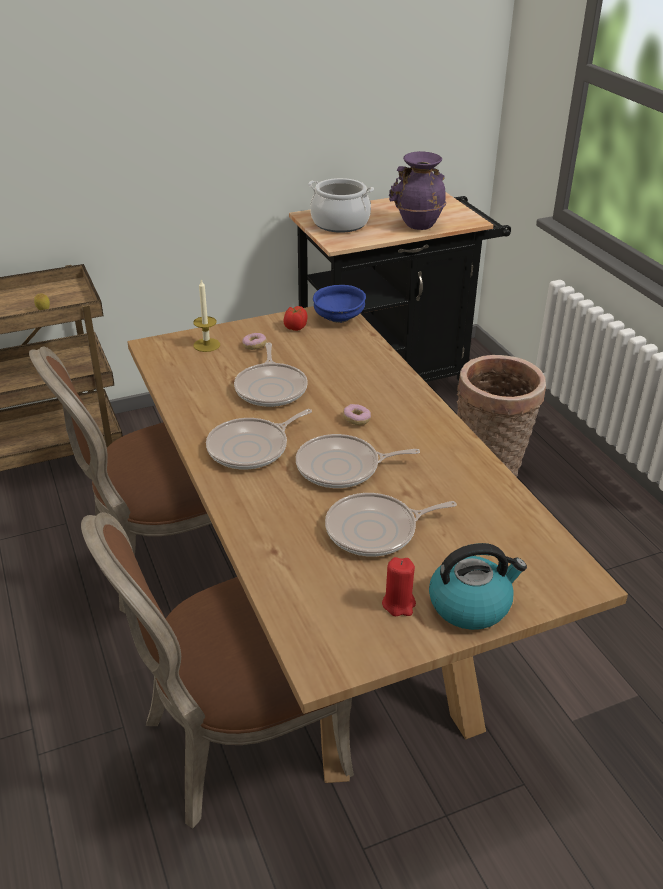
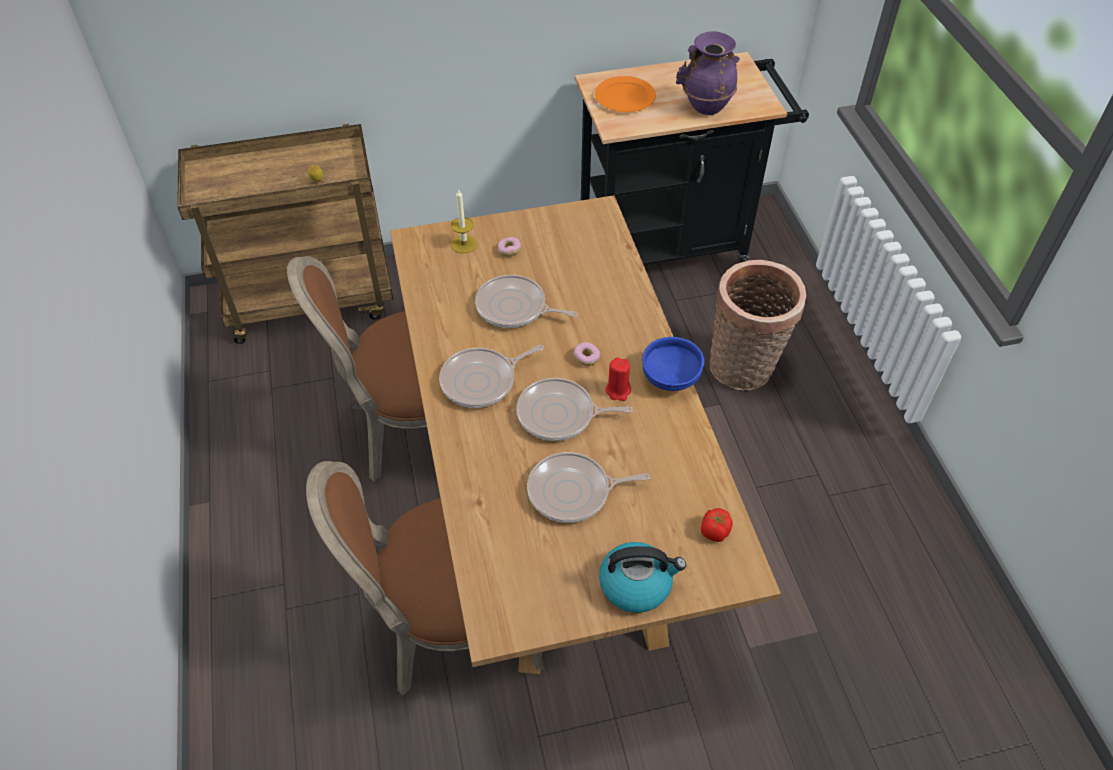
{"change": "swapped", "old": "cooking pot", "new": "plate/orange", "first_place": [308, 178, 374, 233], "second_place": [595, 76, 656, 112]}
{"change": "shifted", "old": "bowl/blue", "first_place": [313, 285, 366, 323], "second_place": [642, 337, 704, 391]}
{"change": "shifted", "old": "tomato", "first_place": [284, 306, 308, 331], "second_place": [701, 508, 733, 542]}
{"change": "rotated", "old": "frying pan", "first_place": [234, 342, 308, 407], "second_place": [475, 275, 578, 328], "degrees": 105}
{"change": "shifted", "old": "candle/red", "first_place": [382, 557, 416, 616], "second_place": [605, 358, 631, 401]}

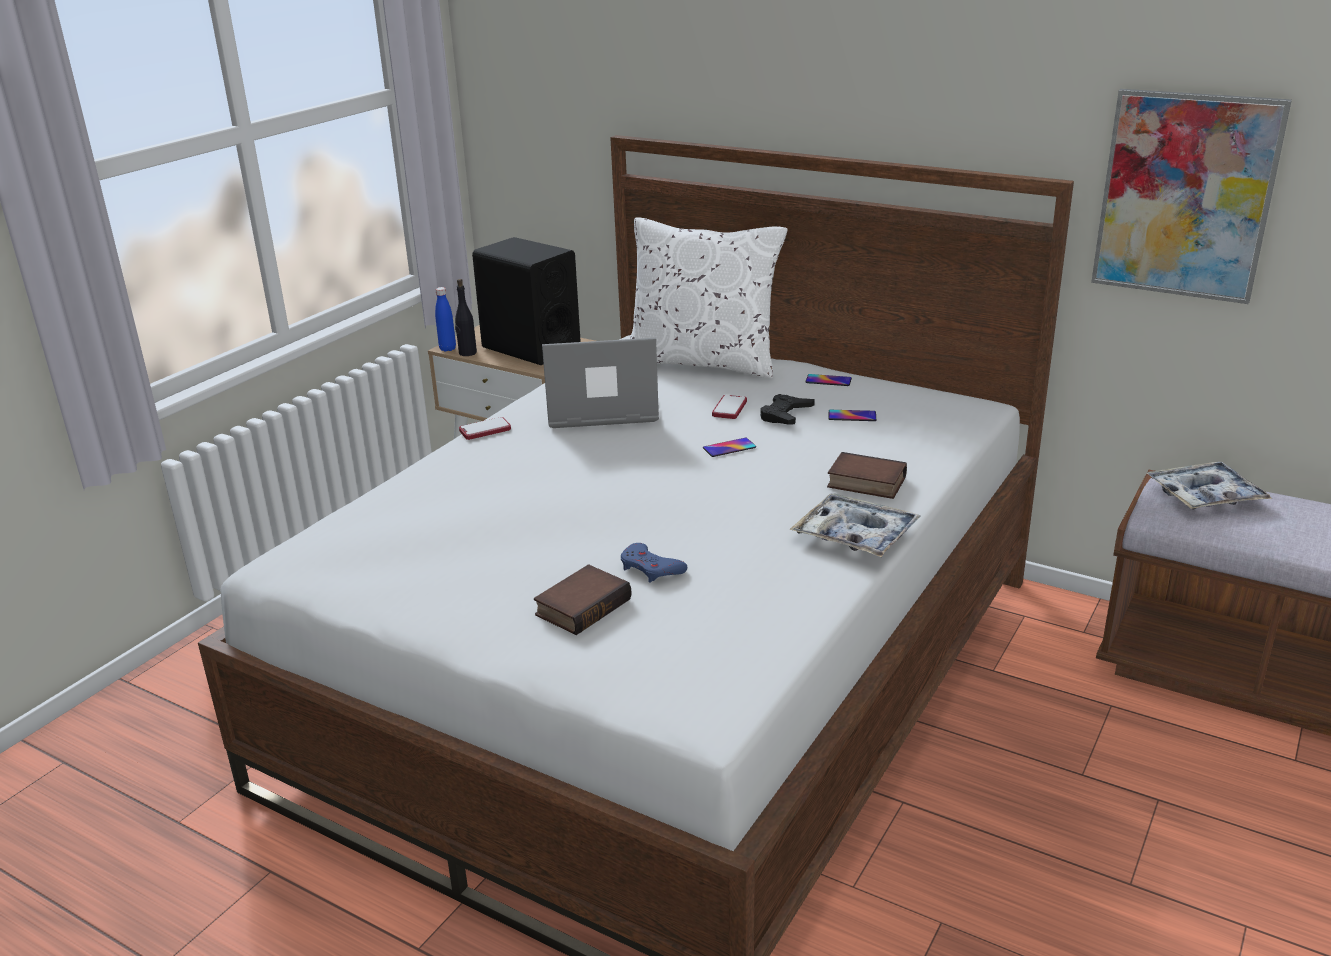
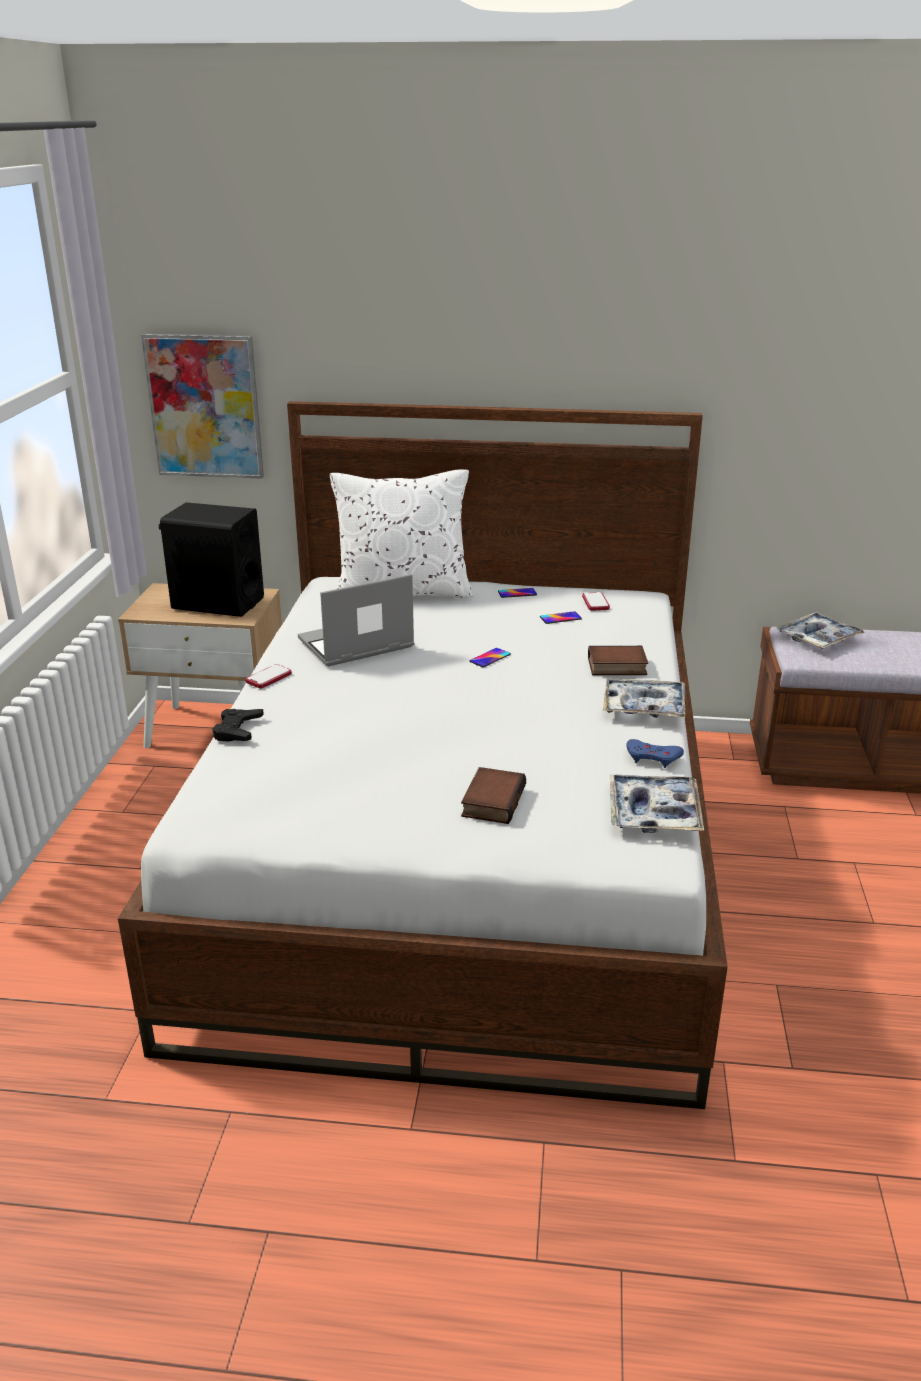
{"change": "shifted", "old": "picture", "first_place": [1091, 89, 1292, 304], "second_place": [141, 334, 264, 479]}
{"change": "gone", "old": "bottle/black", "first_place": [455, 279, 477, 356]}
{"change": "gone", "old": "bottle/blue", "first_place": [435, 287, 456, 352]}
{"change": "shifted", "old": "game controller/black", "first_place": [760, 394, 815, 425], "second_place": [212, 709, 264, 741]}
{"change": "shifted", "old": "phone", "first_place": [712, 395, 747, 419], "second_place": [582, 592, 610, 611]}
{"change": "shifted", "old": "game controller/blue", "first_place": [621, 543, 687, 583], "second_place": [626, 739, 684, 768]}
{"change": "new", "new": "tray", "second_place": [610, 774, 704, 833]}

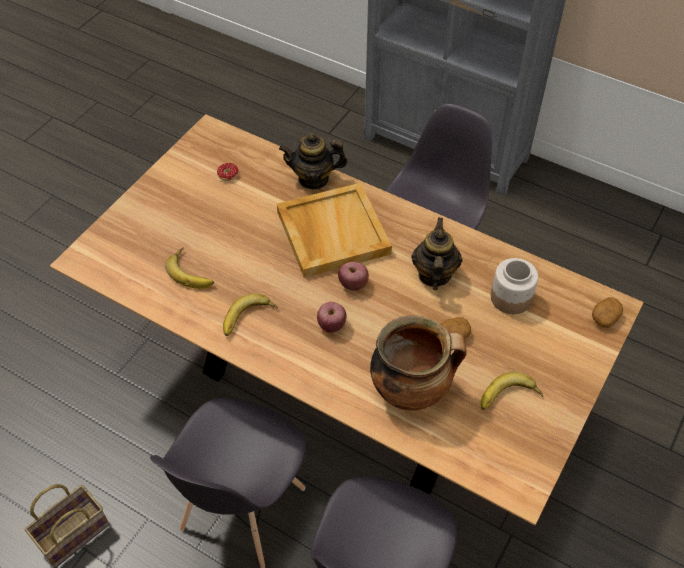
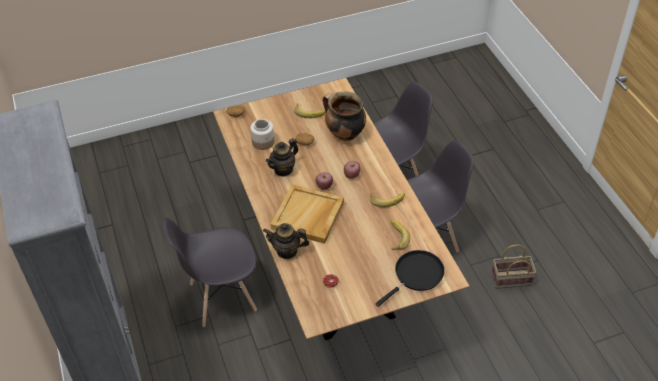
{"change": "rotated", "old": "teapot", "first_place": [279, 133, 347, 190], "second_place": [263, 223, 310, 259], "degrees": 150}
{"change": "new", "new": "frying pan/black", "second_place": [375, 250, 445, 307]}

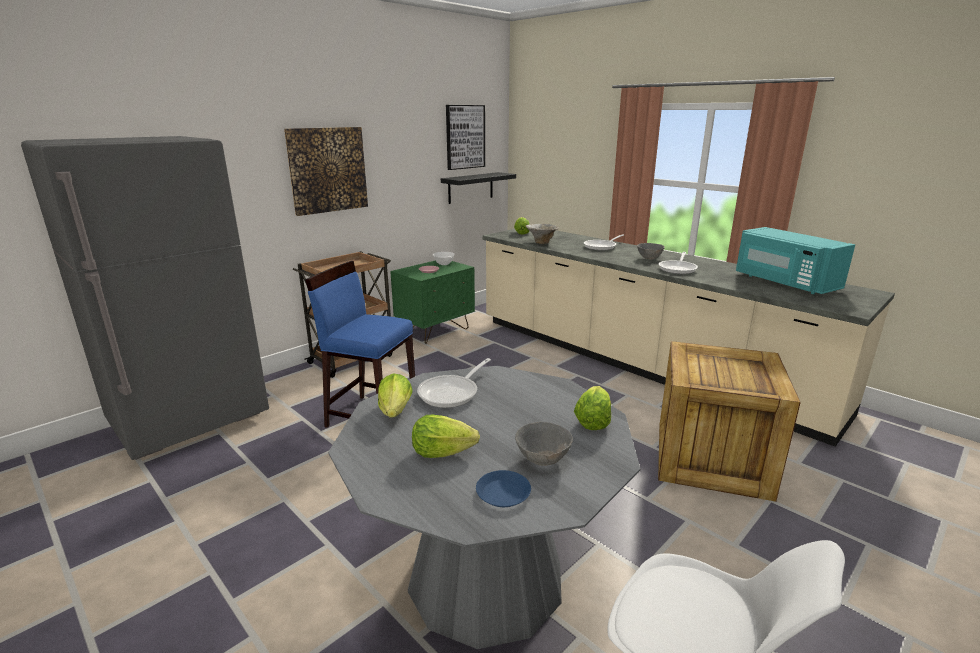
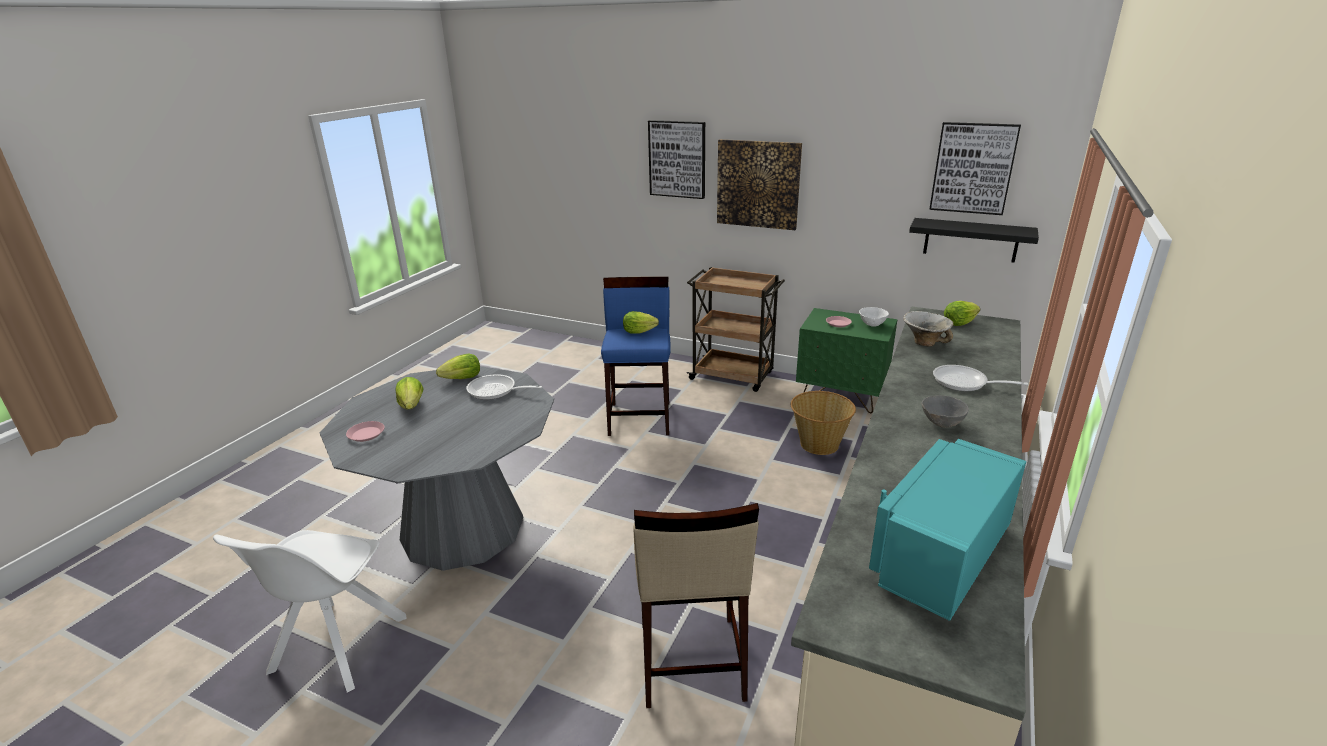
{"change": "gone", "old": "fridge/grey", "first_place": [21, 136, 269, 460]}
{"change": "gone", "old": "frying pan", "first_place": [659, 252, 698, 274]}
{"change": "swapped", "old": "crate", "new": "stool/beige", "first_place": [658, 341, 801, 502], "second_place": [633, 503, 759, 708]}
{"change": "shifted", "old": "lettuce", "first_place": [574, 386, 611, 430], "second_place": [623, 311, 659, 334]}
{"change": "gone", "old": "bowl/grey", "first_place": [515, 422, 573, 466]}
{"change": "repainted", "old": "plate/blue", "new": "plate/pink", "first_place": [476, 470, 531, 507], "second_place": [346, 421, 385, 442]}
{"change": "new", "new": "picture", "second_place": [648, 120, 705, 199]}
{"change": "new", "new": "basket", "second_place": [791, 391, 856, 455]}

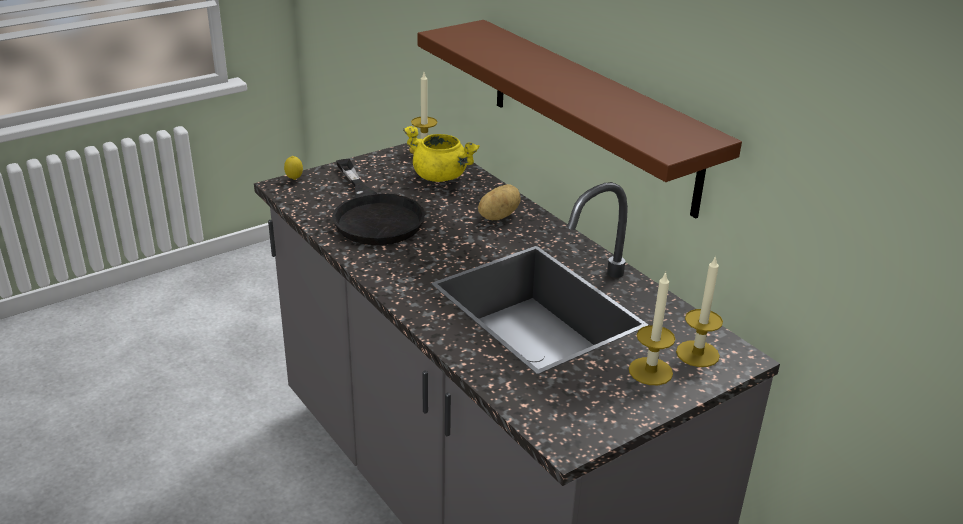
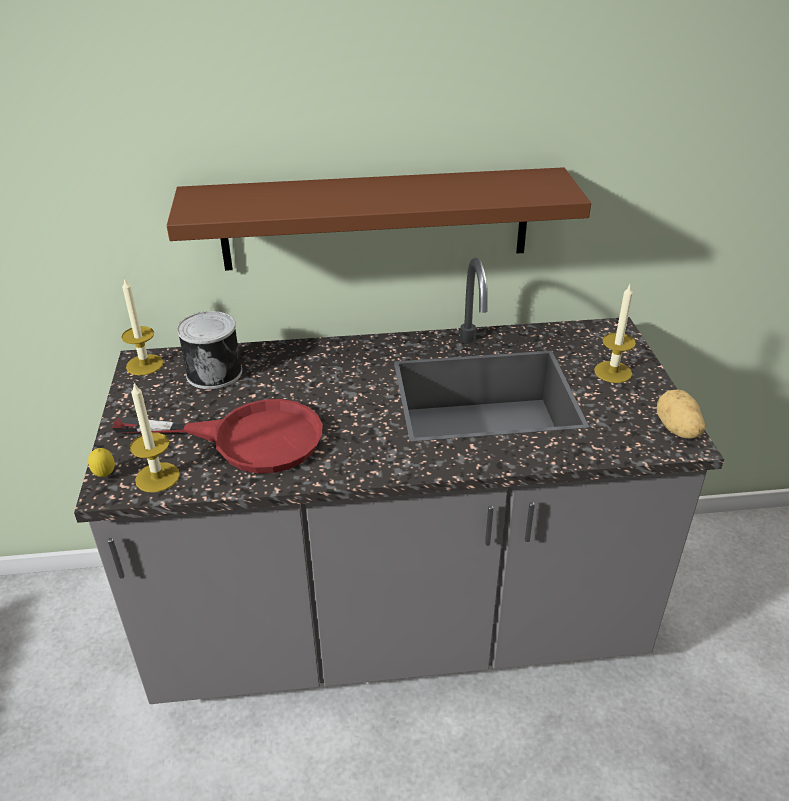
{"change": "swapped", "old": "cooking pot/yellow", "new": "can", "first_place": [403, 126, 480, 182], "second_place": [177, 311, 242, 389]}
{"change": "repainted", "old": "frying pan/black", "new": "frying pan/red", "first_place": [332, 159, 425, 245], "second_place": [112, 399, 323, 473]}
{"change": "shifted", "old": "potato", "first_place": [478, 184, 521, 220], "second_place": [657, 389, 705, 439]}
{"change": "shifted", "old": "candle", "first_place": [676, 255, 723, 367], "second_place": [130, 383, 180, 493]}

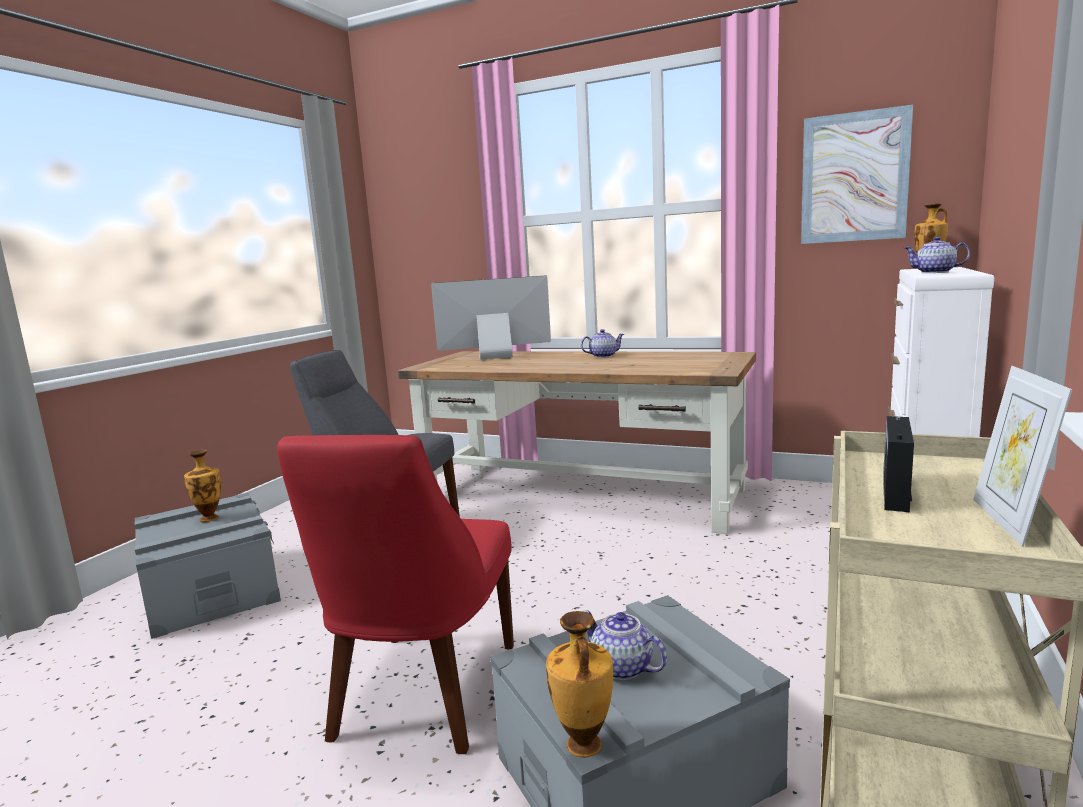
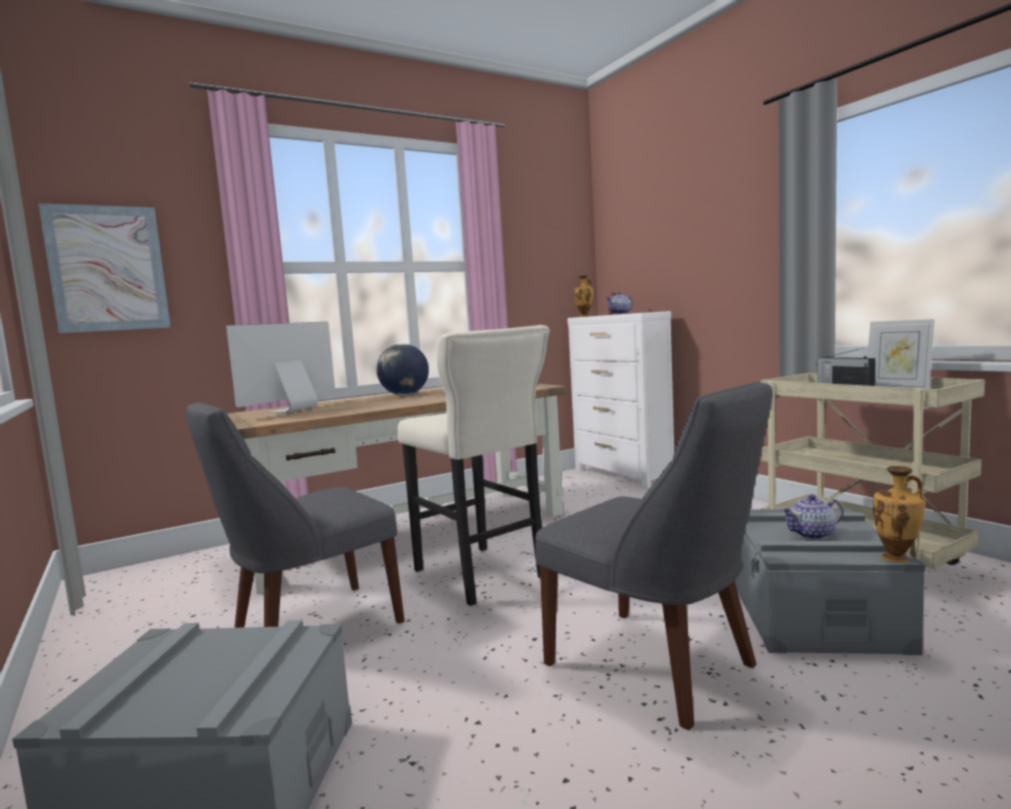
{"change": "shifted", "old": "picture", "first_place": [801, 105, 913, 244], "second_place": [38, 203, 170, 333]}
{"change": "swapped", "old": "teapot", "new": "globe", "first_place": [581, 329, 624, 358], "second_place": [376, 344, 429, 396]}
{"change": "repainted", "old": "chair/red", "new": "chair/grey", "first_place": [277, 435, 514, 754], "second_place": [535, 382, 772, 730]}
{"change": "gone", "old": "vase", "first_place": [184, 450, 221, 522]}
{"change": "new", "new": "stool/beige", "second_place": [398, 325, 550, 606]}

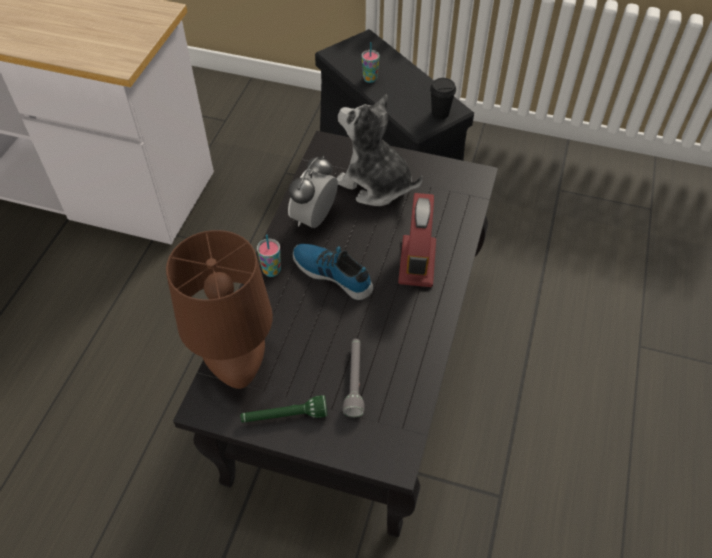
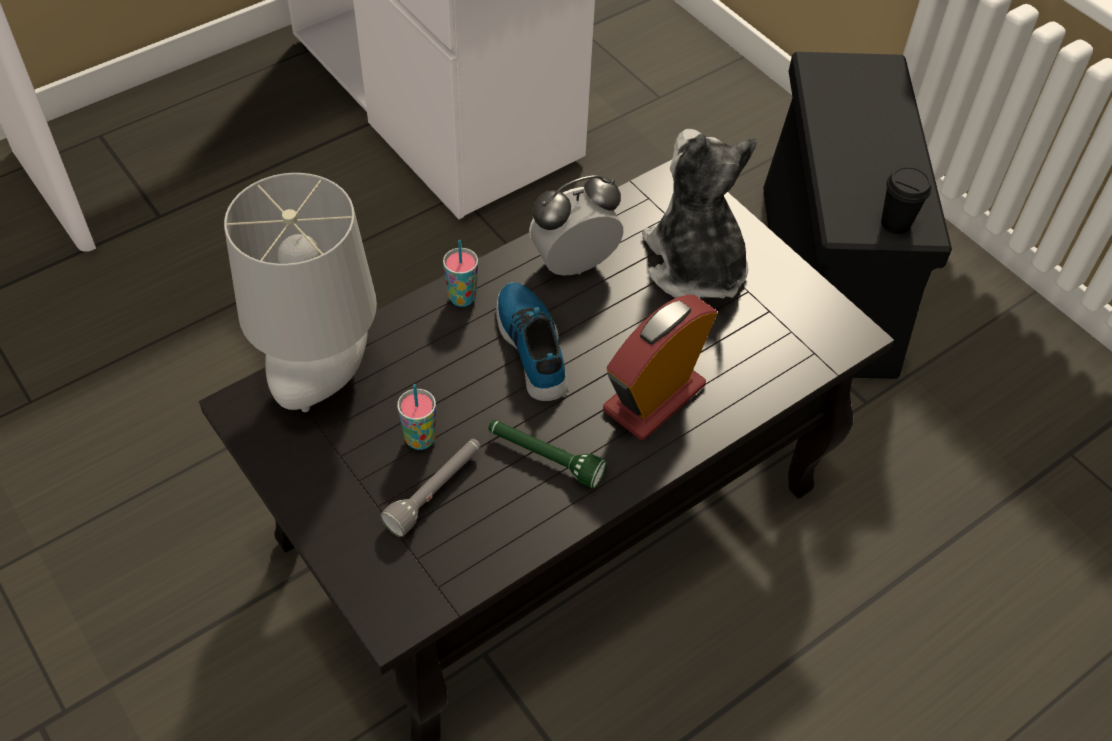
{"change": "shifted", "old": "cup", "first_place": [362, 42, 379, 83], "second_place": [397, 384, 436, 450]}
{"change": "repainted", "old": "table lamp/brown", "new": "table lamp/grey", "first_place": [166, 230, 273, 389], "second_place": [224, 173, 377, 412]}
{"change": "shifted", "old": "flashlight/green", "first_place": [240, 395, 328, 423], "second_place": [488, 420, 607, 489]}

